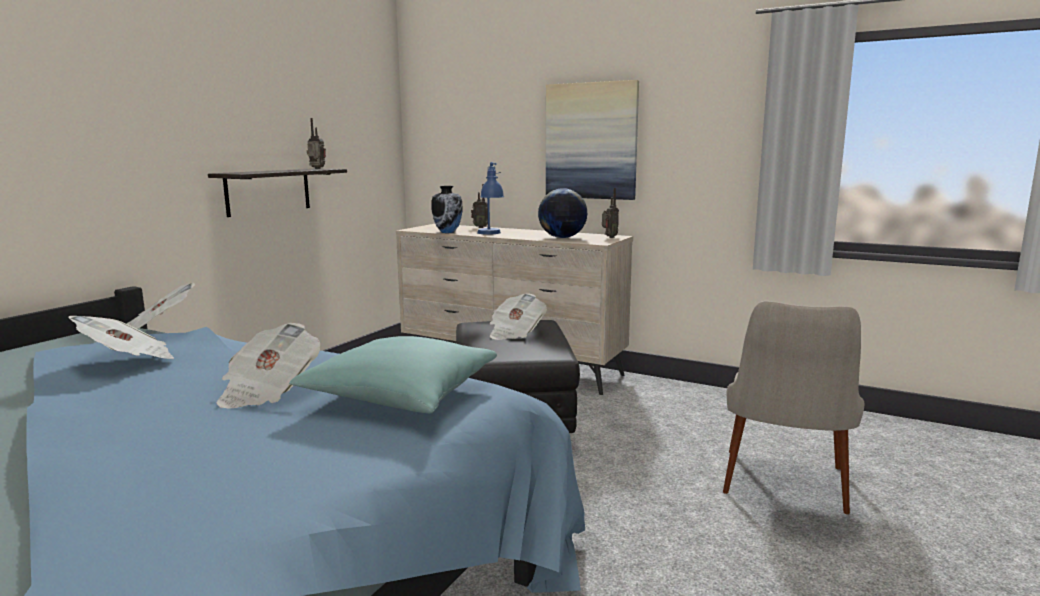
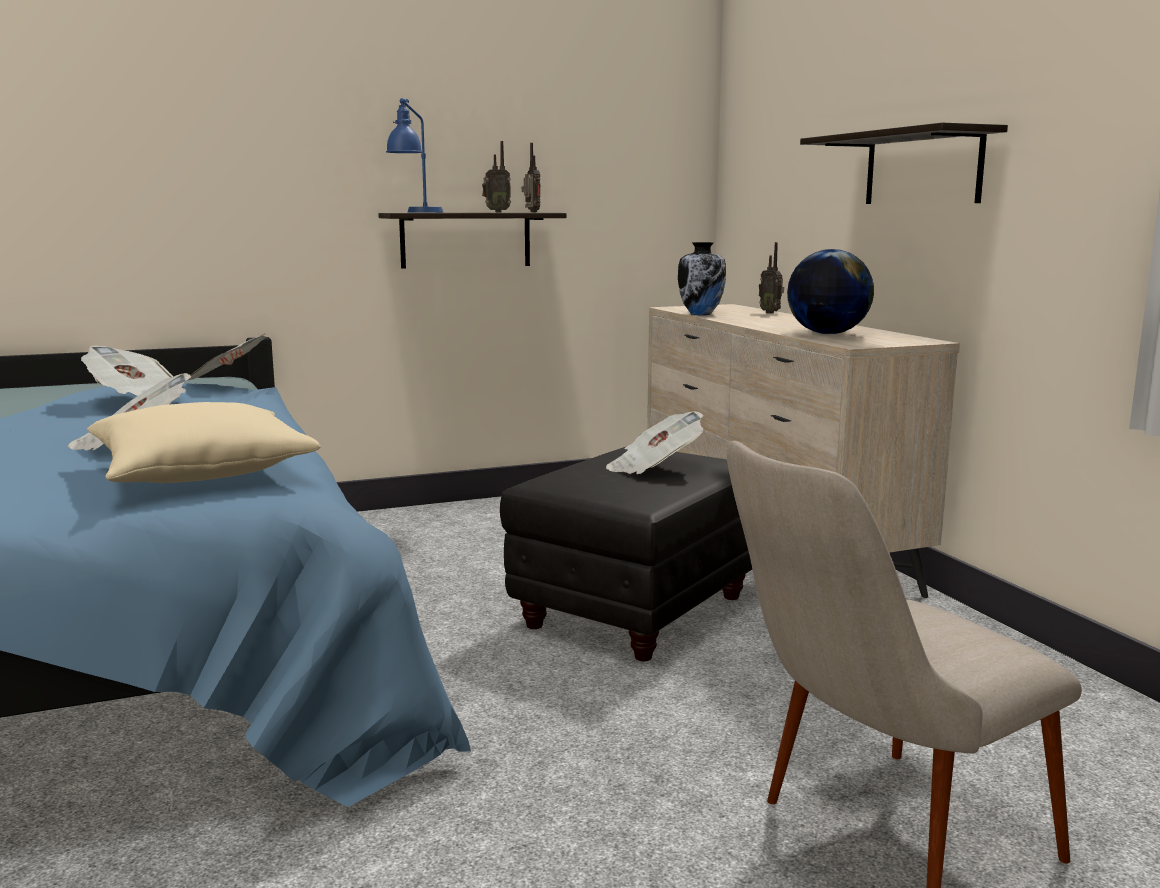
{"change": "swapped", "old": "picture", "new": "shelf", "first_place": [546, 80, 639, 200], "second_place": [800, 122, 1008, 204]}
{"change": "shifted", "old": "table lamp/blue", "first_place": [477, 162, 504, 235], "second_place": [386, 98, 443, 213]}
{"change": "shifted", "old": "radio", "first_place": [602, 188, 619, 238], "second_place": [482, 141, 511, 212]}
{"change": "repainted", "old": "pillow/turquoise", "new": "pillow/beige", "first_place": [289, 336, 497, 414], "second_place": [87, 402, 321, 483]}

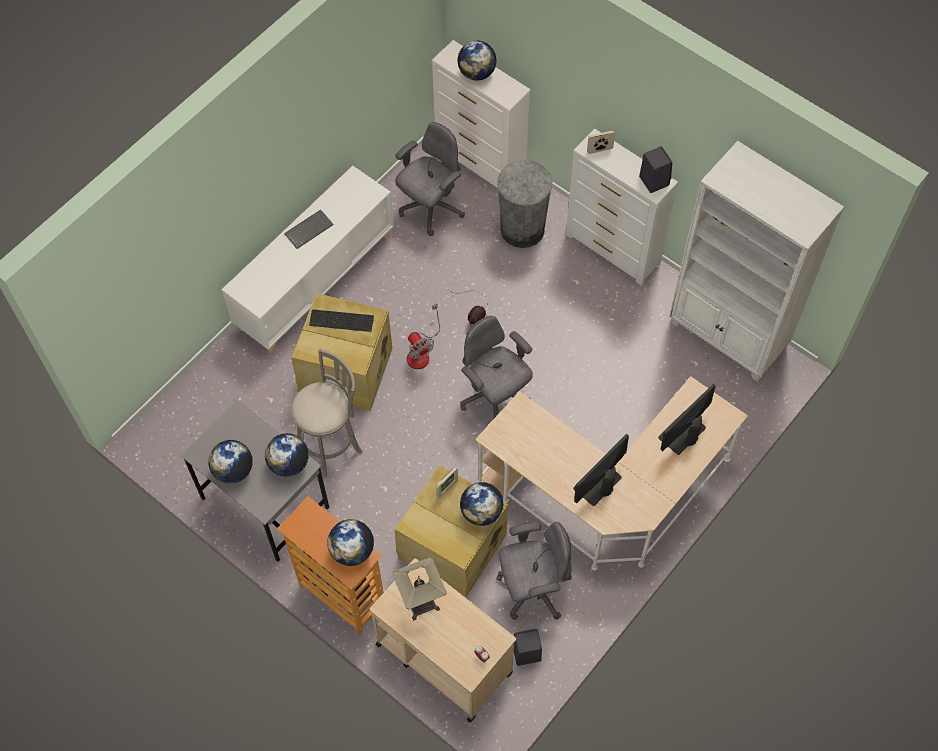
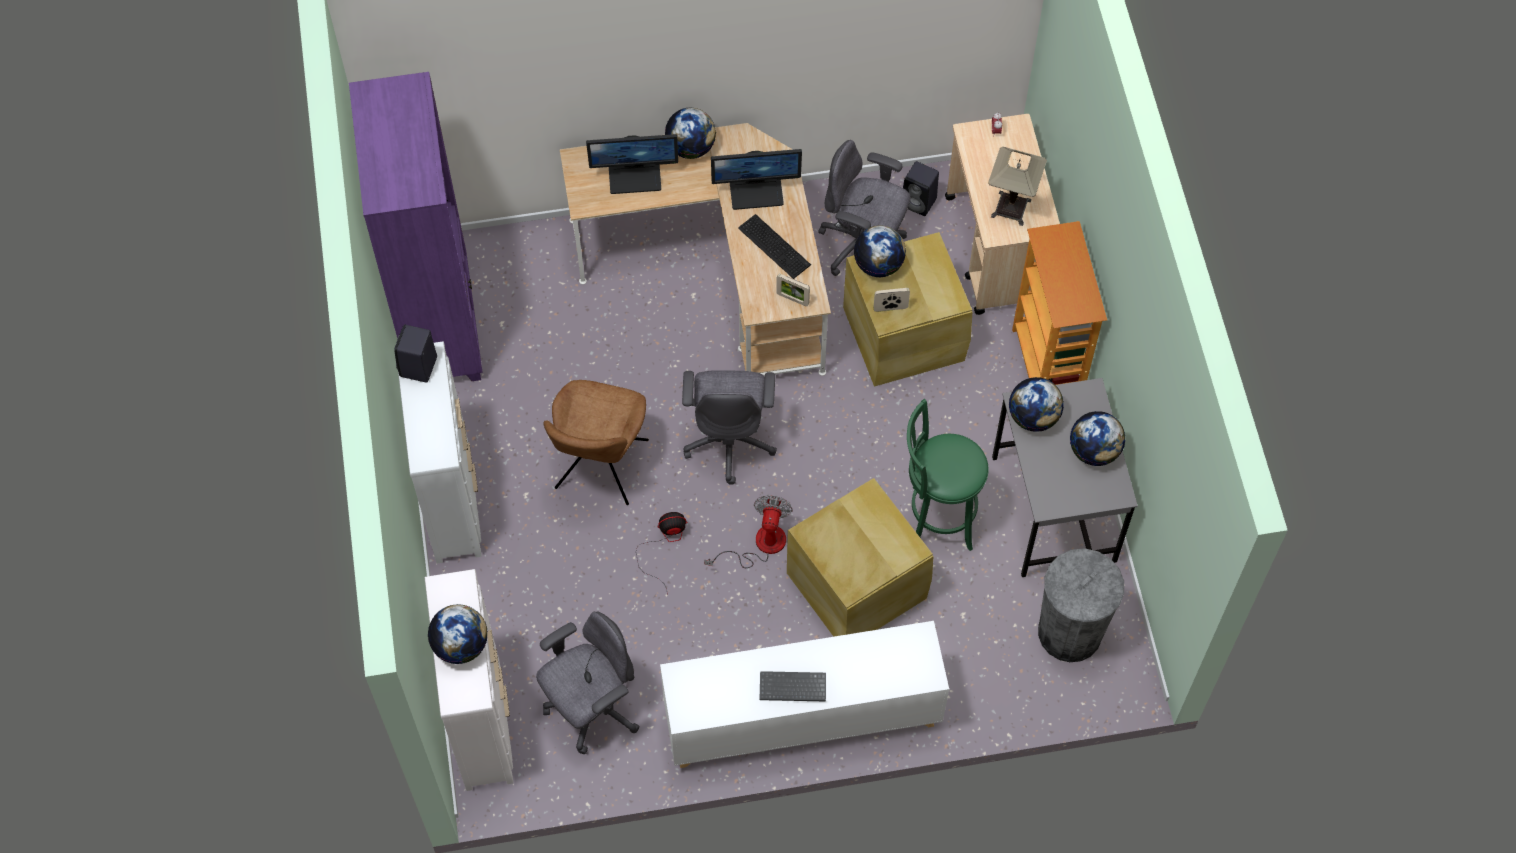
{"change": "rotated", "old": "office chair/grey", "first_place": [395, 122, 465, 236], "second_place": [536, 611, 640, 754], "degrees": 150}
{"change": "shifted", "old": "picture frame", "first_place": [587, 131, 615, 154], "second_place": [776, 274, 810, 306]}
{"change": "repainted", "old": "bookcase/white", "new": "bookcase/purple", "first_place": [669, 141, 844, 382], "second_place": [349, 72, 483, 381]}
{"change": "shifted", "old": "trash can/grey", "first_place": [497, 160, 552, 248], "second_place": [1038, 548, 1124, 662]}
{"change": "shifted", "old": "keyboard", "first_place": [309, 309, 374, 332], "second_place": [738, 214, 811, 279]}
{"change": "repainted", "old": "stool/grey", "new": "stool/green", "first_place": [292, 349, 362, 478], "second_place": [907, 399, 989, 551]}
{"change": "shifted", "old": "globe", "first_place": [327, 519, 374, 566], "second_place": [665, 108, 716, 159]}
{"change": "new", "new": "chair/brown", "second_place": [544, 380, 649, 505]}

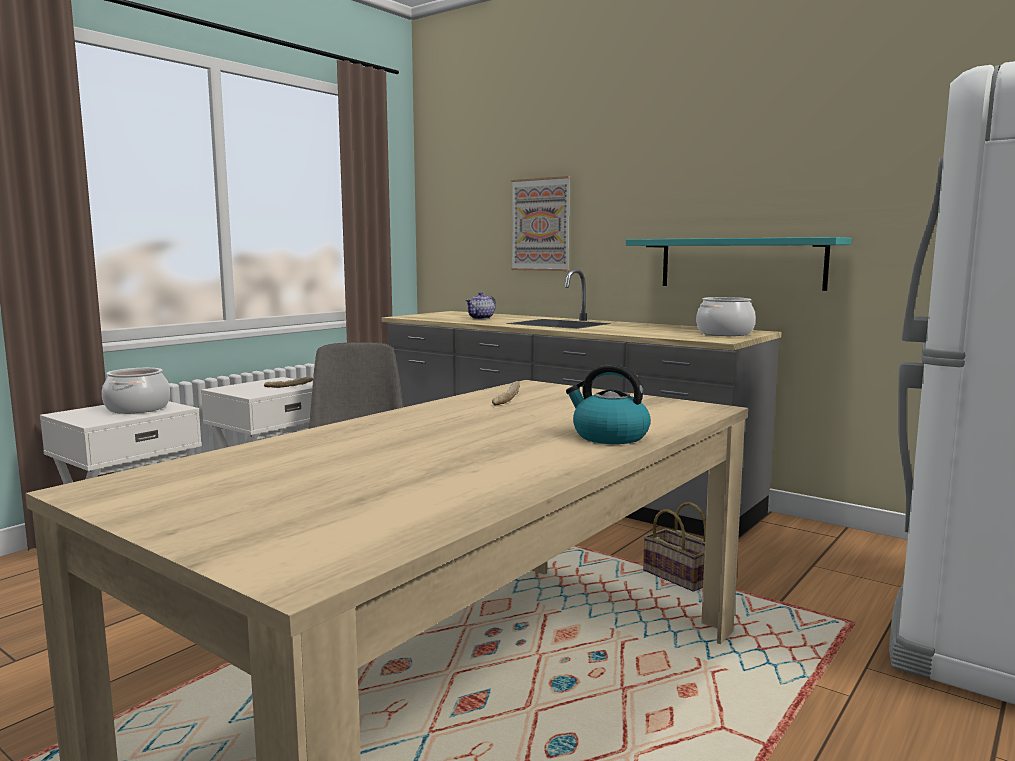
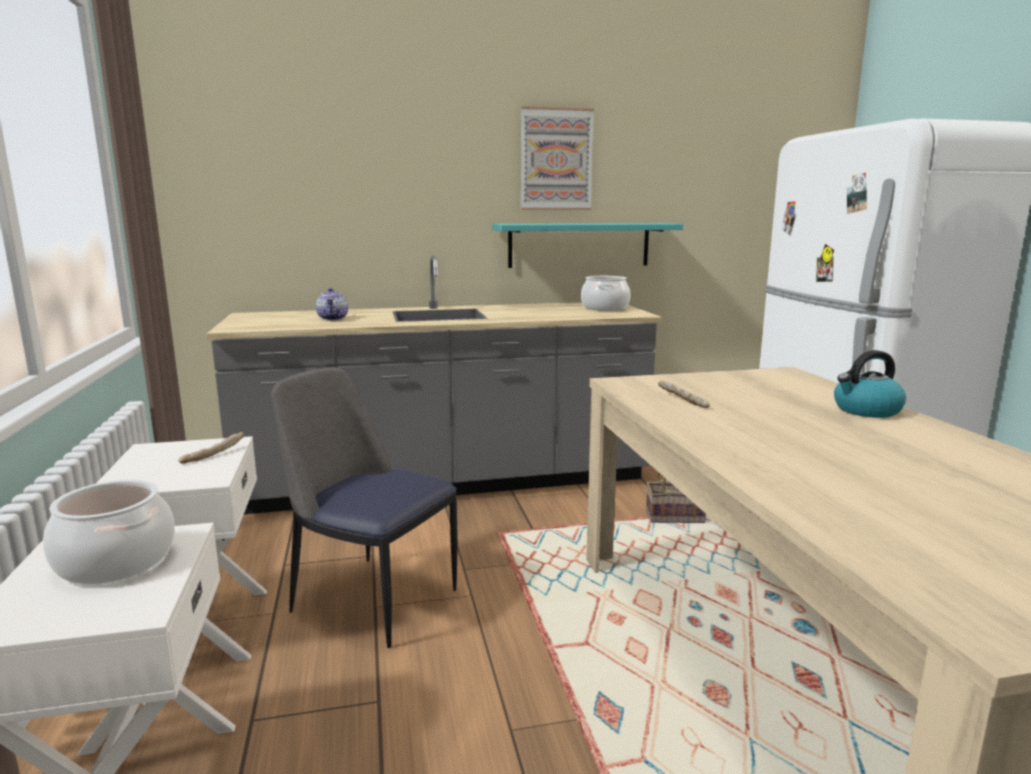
{"change": "shifted", "old": "picture", "first_place": [511, 176, 571, 271], "second_place": [520, 106, 594, 210]}

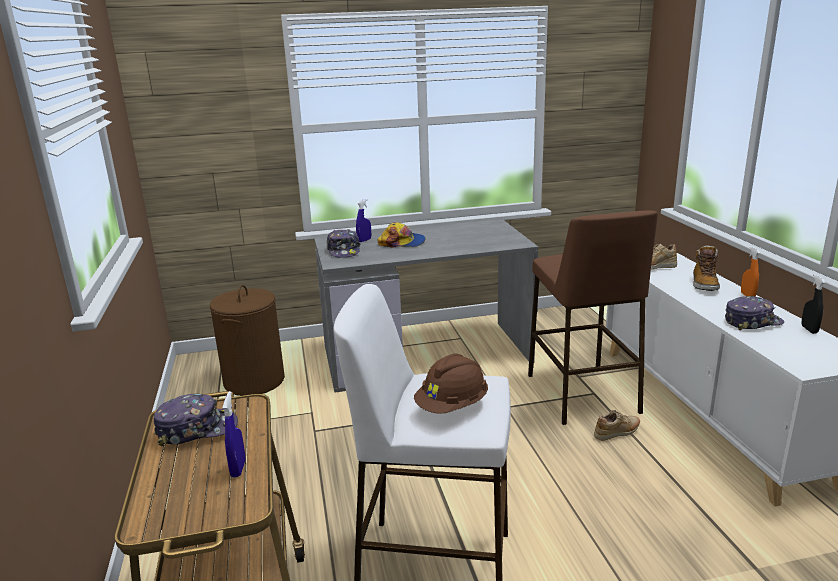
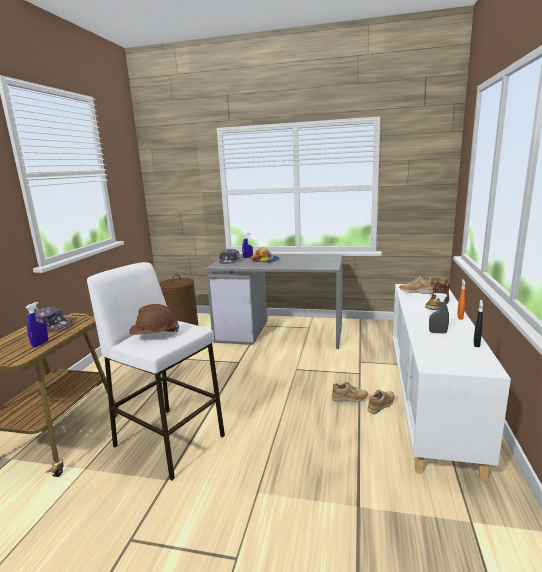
{"change": "gone", "old": "stool/brown", "first_place": [528, 210, 658, 425]}
{"change": "swapped", "old": "cap", "new": "spray bottle/grey", "first_place": [725, 296, 784, 330], "second_place": [429, 293, 449, 334]}
{"change": "new", "new": "shoe/beige", "second_place": [367, 390, 394, 414]}

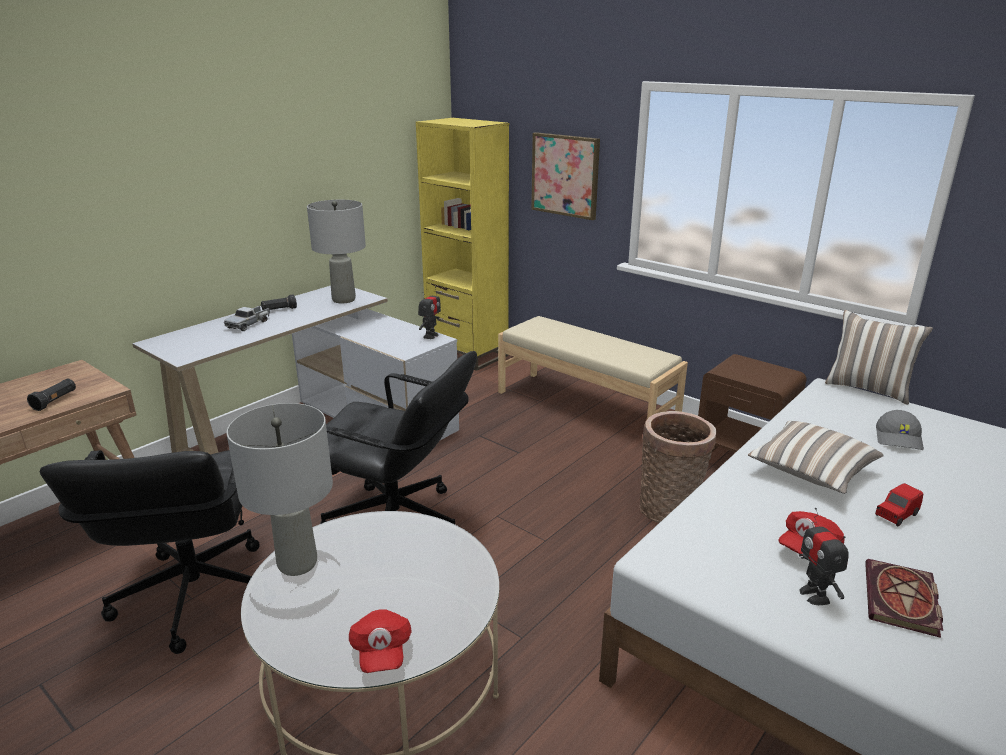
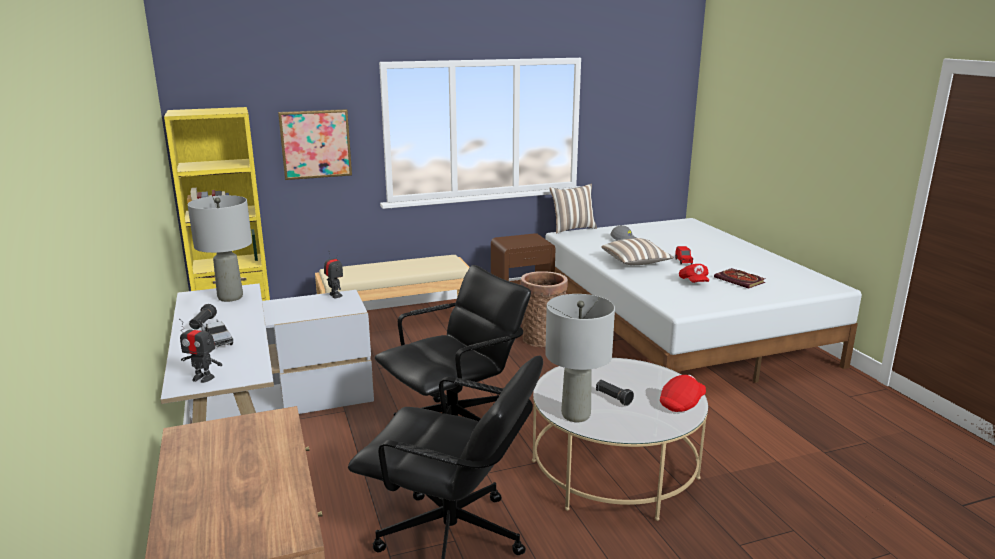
{"change": "shifted", "old": "flashlight/black", "first_place": [27, 378, 76, 411], "second_place": [596, 380, 634, 406]}
{"change": "shifted", "old": "toy robot", "first_place": [799, 508, 849, 605], "second_place": [179, 319, 222, 383]}
{"change": "rotated", "old": "cap/red", "first_place": [349, 609, 412, 673], "second_place": [660, 375, 706, 412], "degrees": -60}

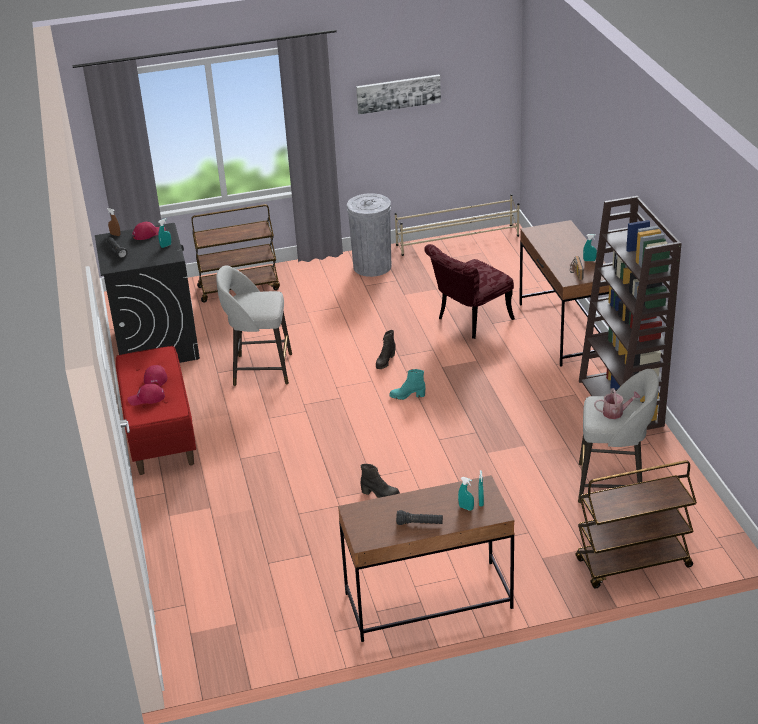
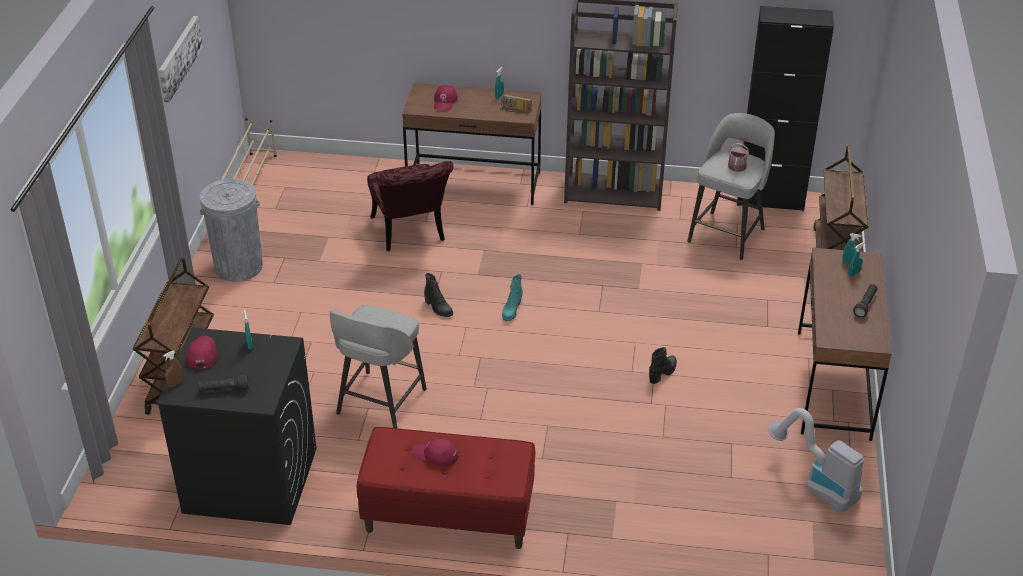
{"change": "shifted", "old": "cap/red", "first_place": [127, 383, 165, 406], "second_place": [434, 85, 458, 110]}
{"change": "new", "new": "cabinet/black", "second_place": [737, 6, 834, 211]}
{"change": "new", "new": "vacuum cleaner", "second_place": [769, 408, 864, 513]}

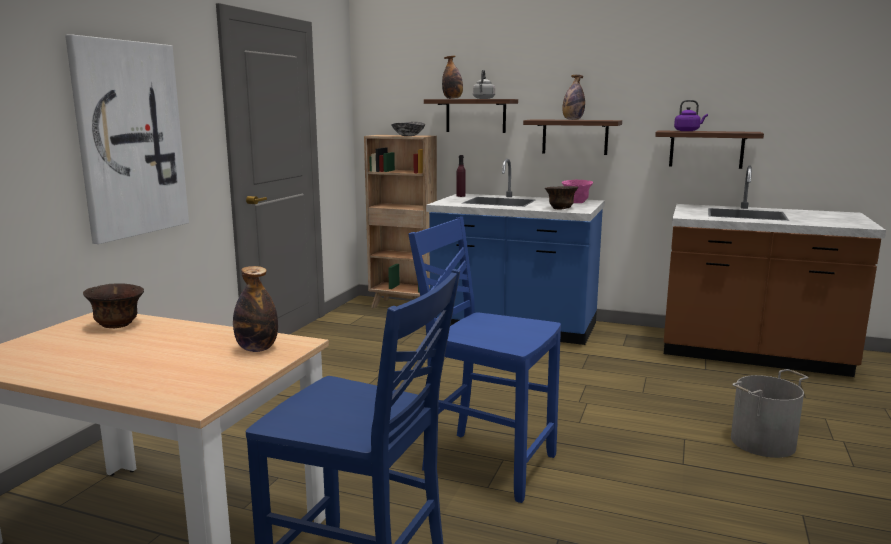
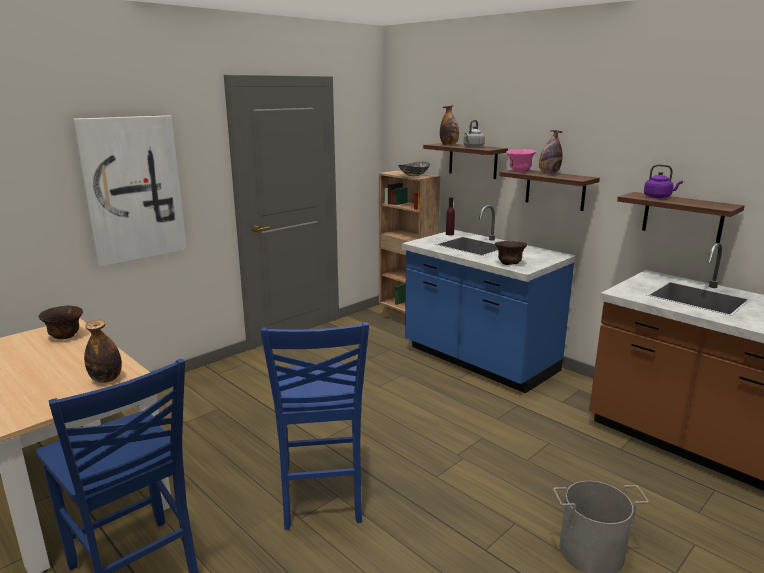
{"change": "shifted", "old": "bowl/pink", "first_place": [562, 180, 593, 203], "second_place": [506, 149, 537, 172]}
{"change": "rotated", "old": "chair/blue", "first_place": [408, 217, 561, 503], "second_place": [261, 322, 369, 530], "degrees": -150}

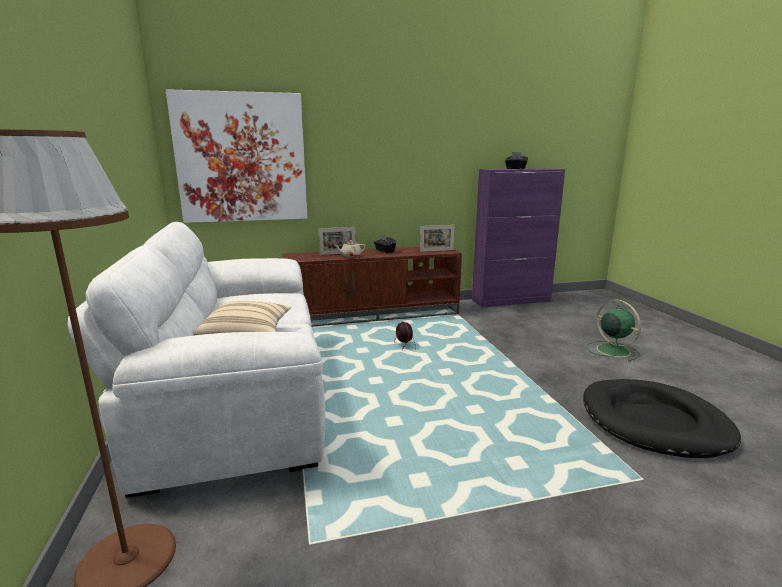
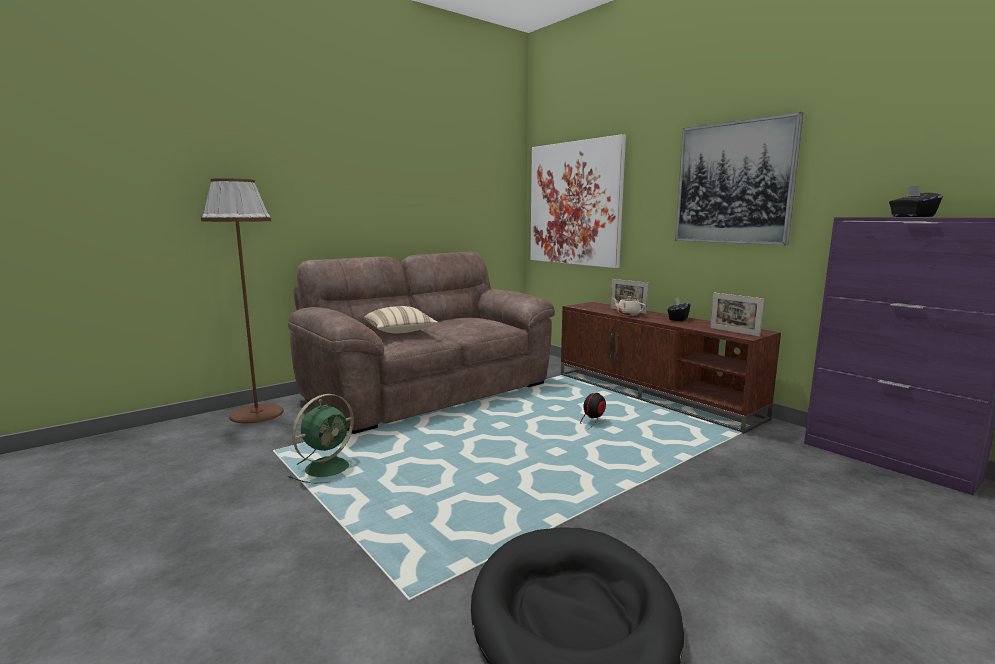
{"change": "repainted", "old": "sofa/white", "new": "sofa/brown", "first_place": [68, 222, 325, 498], "second_place": [288, 252, 555, 434]}
{"change": "shifted", "old": "fan/green", "first_place": [586, 299, 641, 362], "second_place": [288, 394, 354, 484]}
{"change": "new", "new": "picture", "second_place": [675, 112, 803, 245]}

